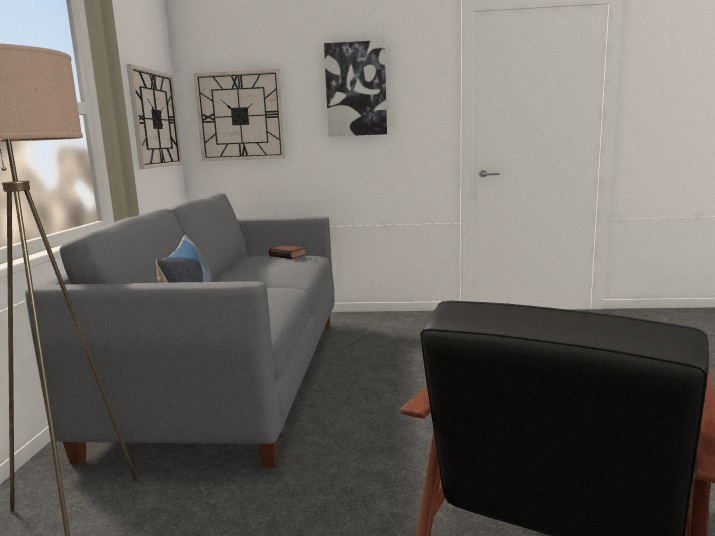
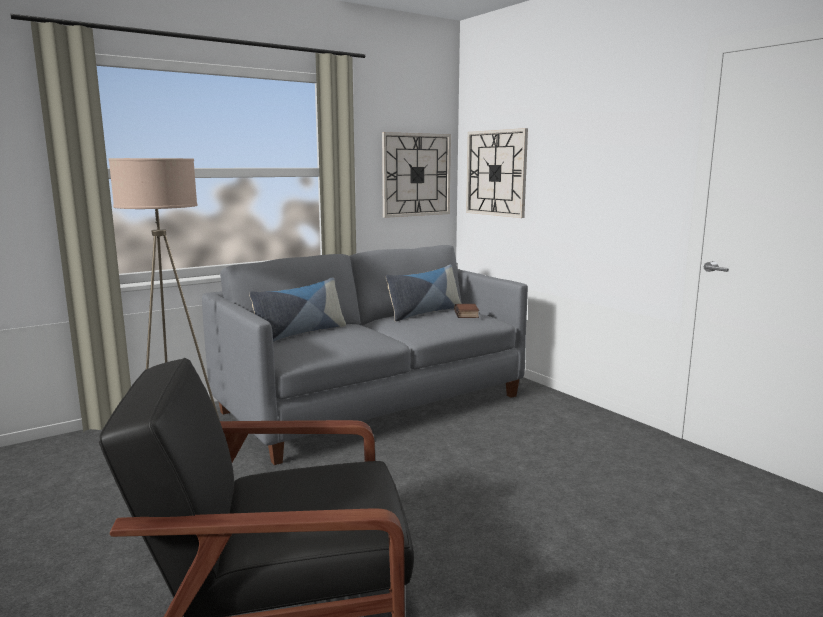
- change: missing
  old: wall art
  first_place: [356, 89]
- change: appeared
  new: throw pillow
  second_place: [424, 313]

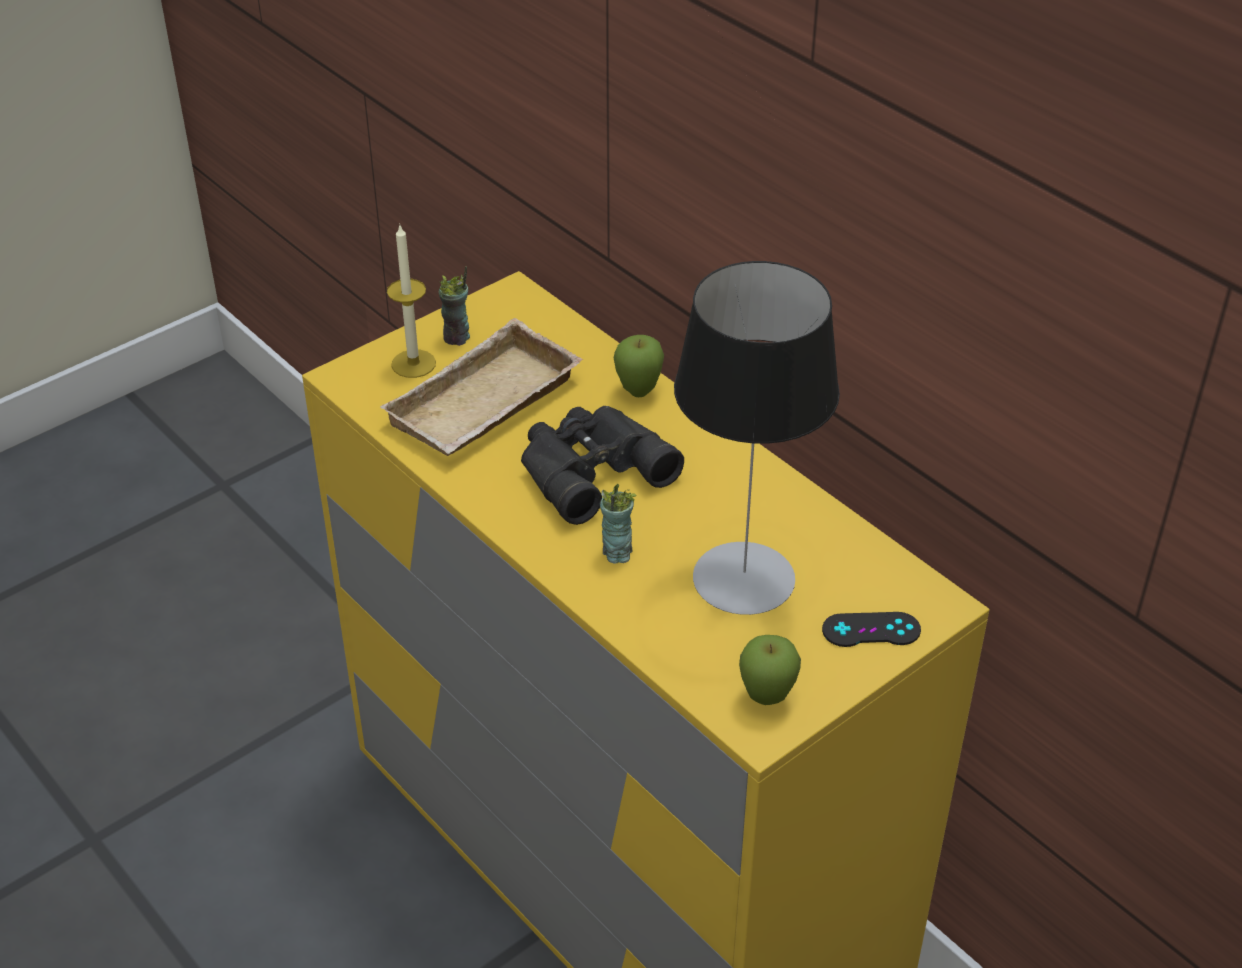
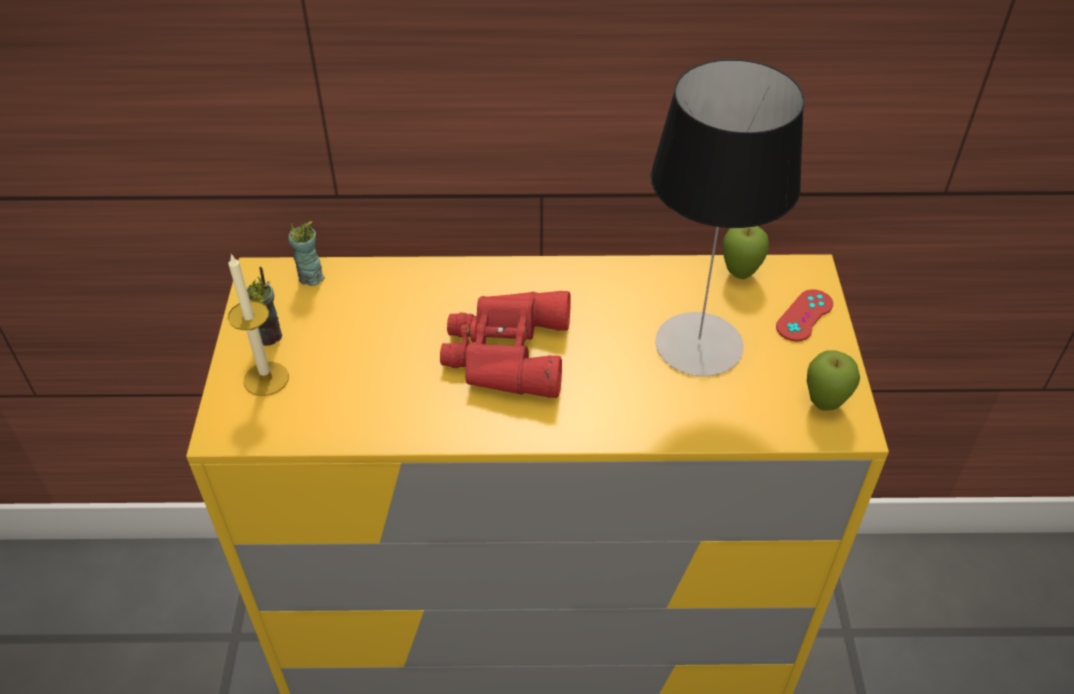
- change: missing
  old: tray/beige
  first_place: [486, 406]
- change: relocated
  old: whole apple
  first_place: [638, 392]
  second_place: [740, 274]
- change: colour
  old: pair of binoculars/blackish
  new: pair of binoculars/red-coloured
  first_place: [589, 469]
  second_place: [504, 353]
- change: relocated
  old: cup
  first_place: [616, 552]
  second_place: [310, 278]
- change: colour
  old: game controller/blackish
  new: game controller/red-coloured
  first_place: [871, 630]
  second_place: [804, 315]

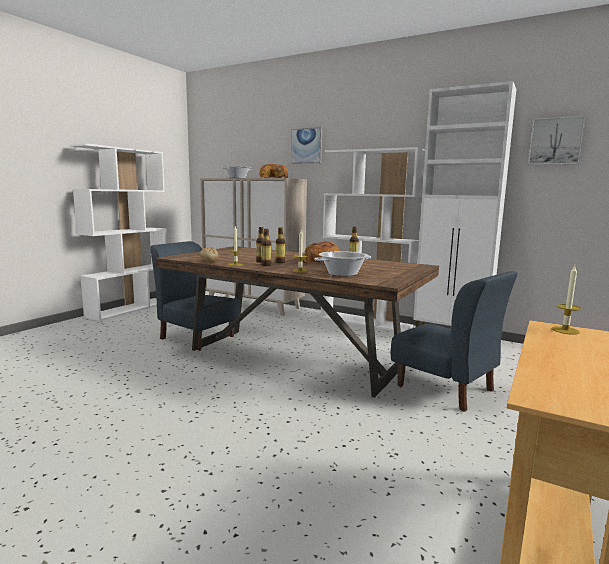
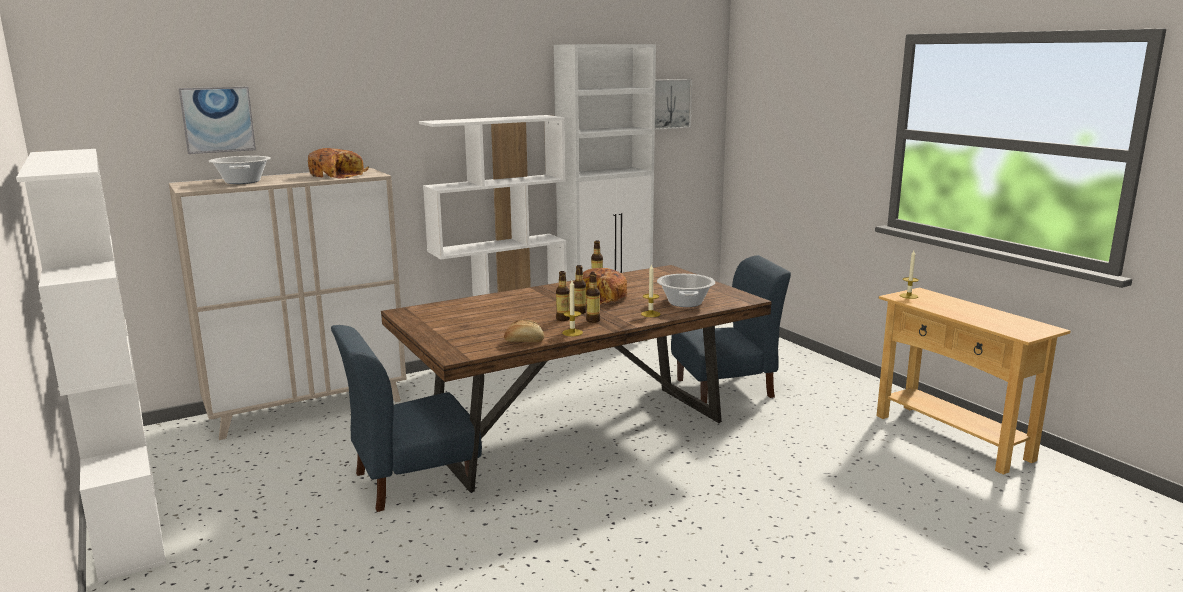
- change: relocated
  old: wall art
  first_place: [307, 146]
  second_place: [217, 119]

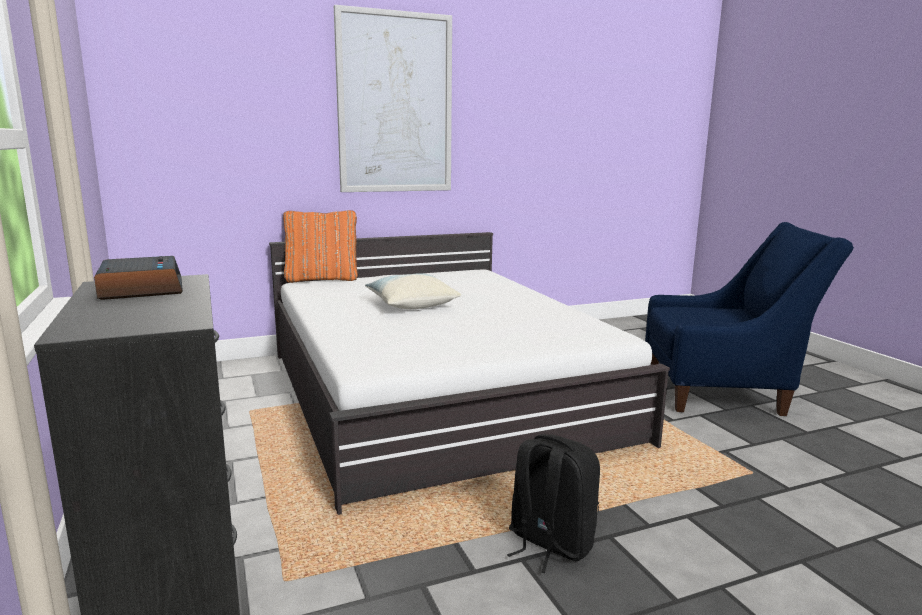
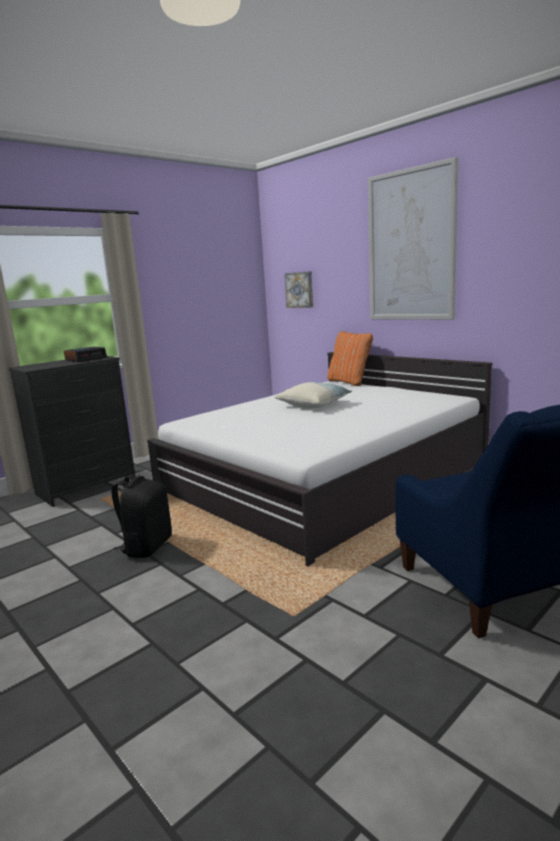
- change: appeared
  new: wall art
  second_place: [300, 290]

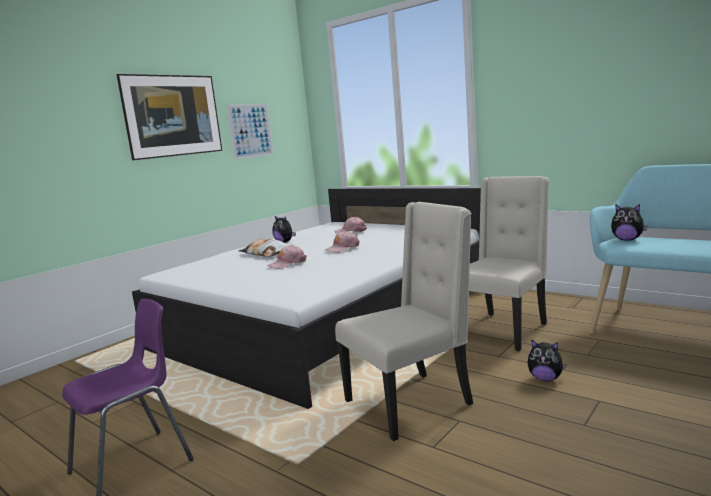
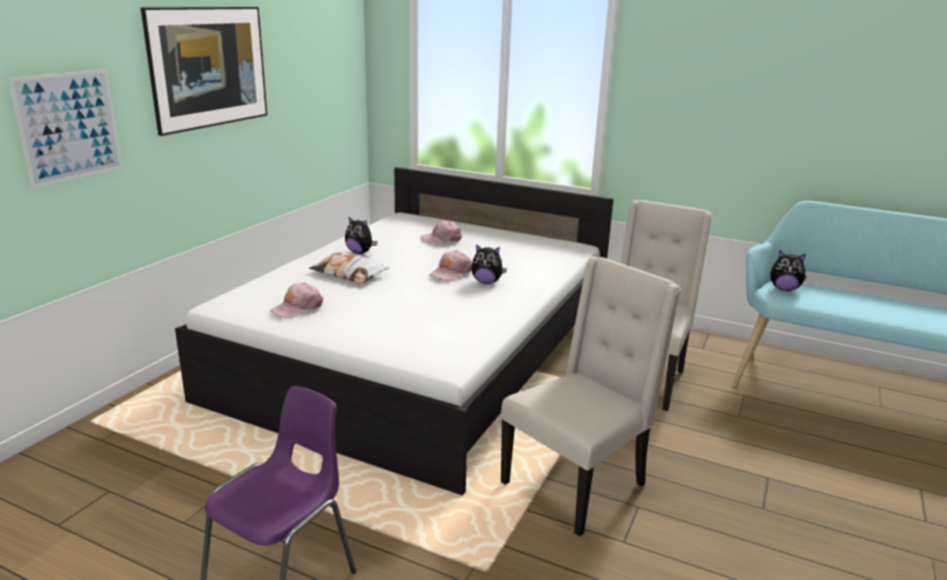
- change: relocated
  old: wall art
  first_place: [251, 130]
  second_place: [69, 126]
- change: relocated
  old: baseball cap/pink-coloured
  first_place: [287, 264]
  second_place: [297, 308]
- change: relocated
  old: soft toy
  first_place: [545, 378]
  second_place: [487, 282]

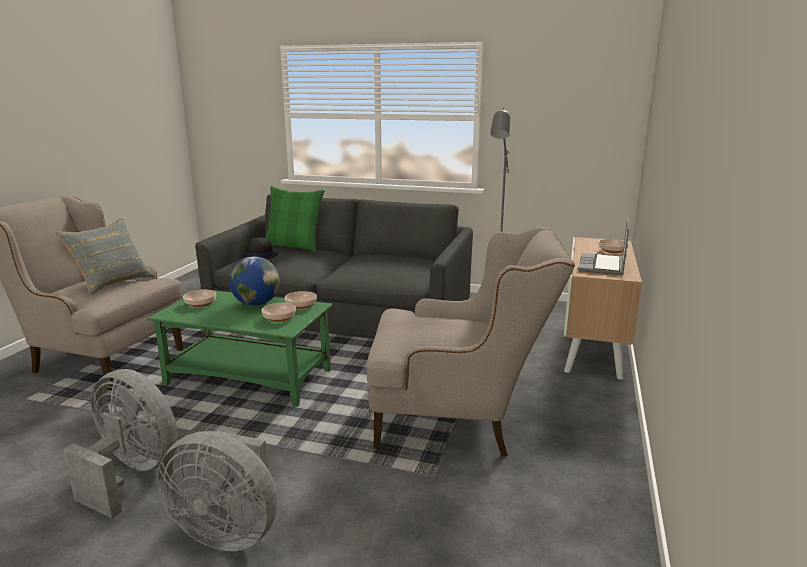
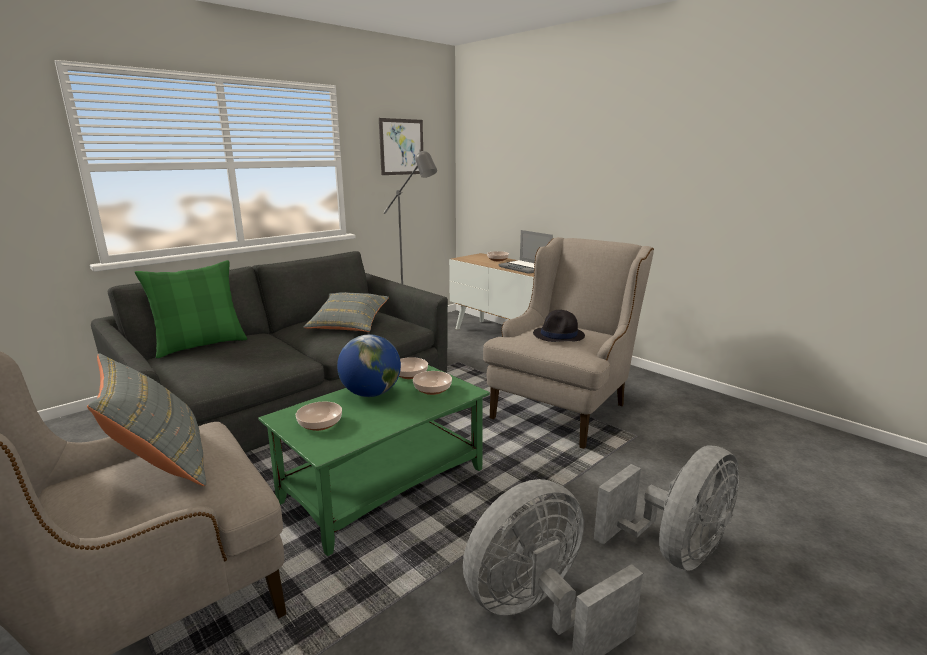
- change: relocated
  old: hat/blackish
  first_place: [258, 256]
  second_place: [559, 335]
- change: appeared
  new: wall art
  second_place: [401, 147]
- change: appeared
  new: throw pillow/greyish
  second_place: [349, 325]

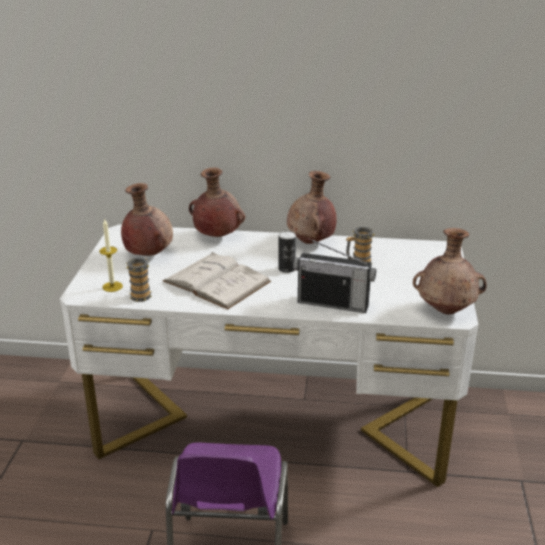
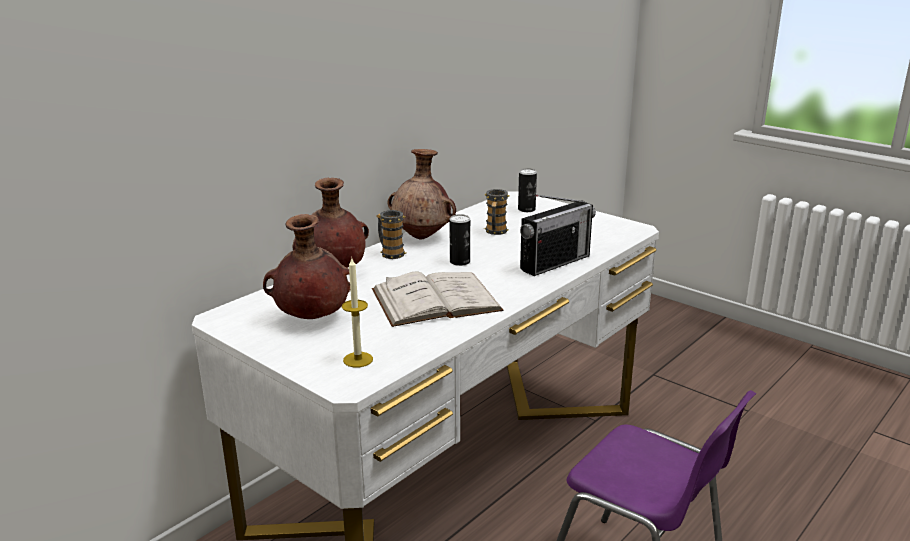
- change: missing
  old: vase/brownish
  first_place: [446, 310]
- change: relocated
  old: mug
  first_place: [142, 294]
  second_place: [390, 253]
- change: appeared
  new: metal can
  second_place: [526, 209]

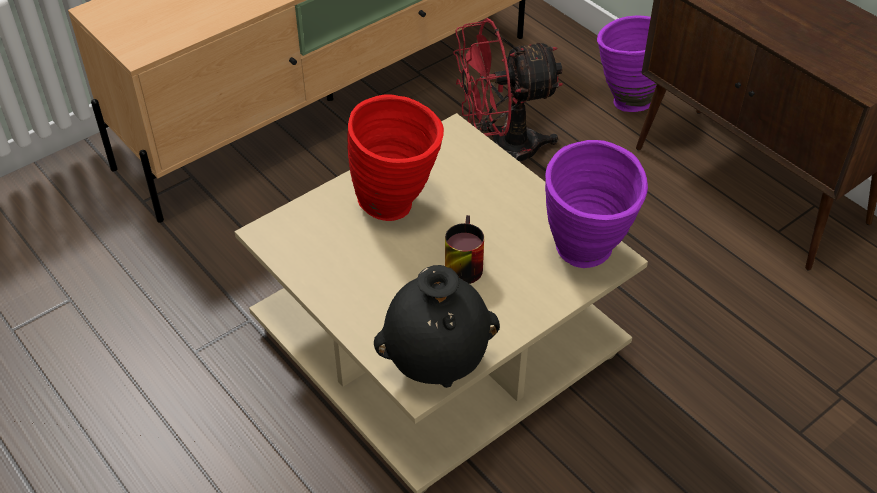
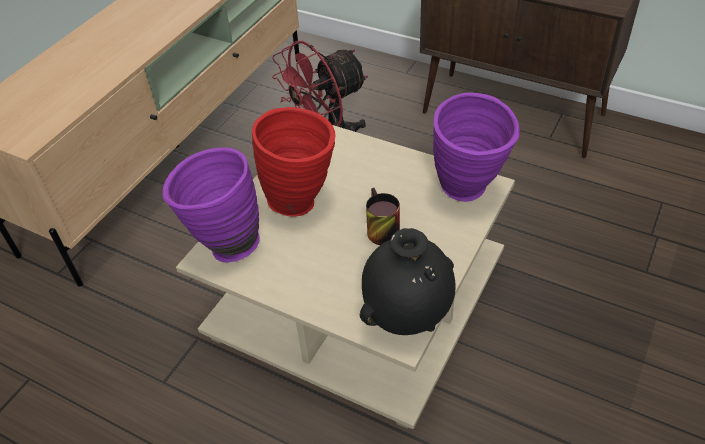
- change: relocated
  old: vase/purple-coloured
  first_place: [623, 99]
  second_place: [223, 245]

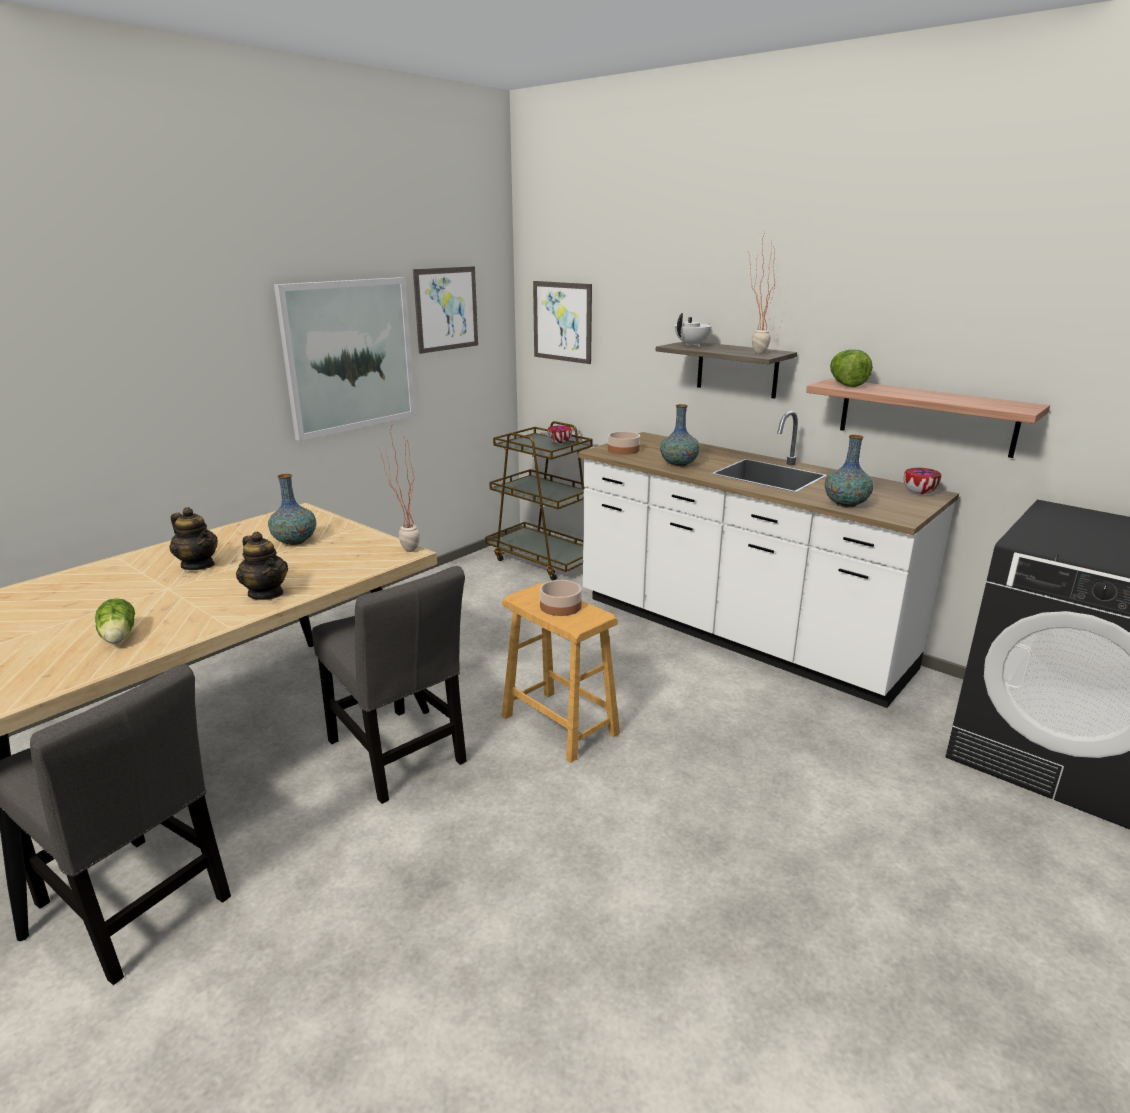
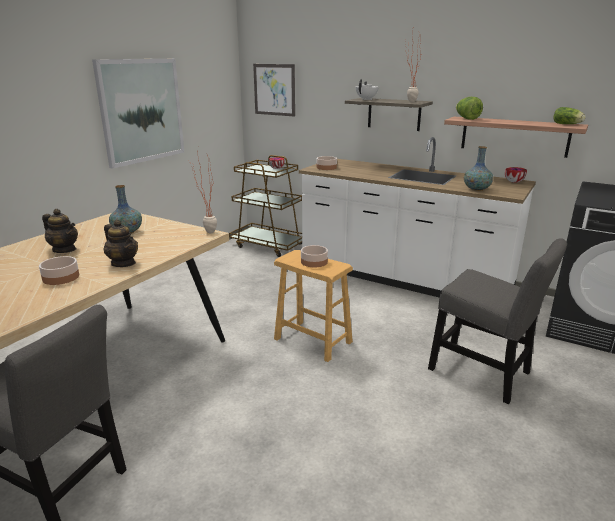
- change: missing
  old: wall art
  first_place: [446, 309]
- change: missing
  old: vase
  first_place: [679, 464]
- change: relocated
  old: chair/greyish
  first_place: [398, 756]
  second_place: [484, 373]
- change: relocated
  old: head of lettuce
  first_place: [118, 637]
  second_place: [568, 124]
- change: appeared
  new: deep dish
  second_place: [61, 277]

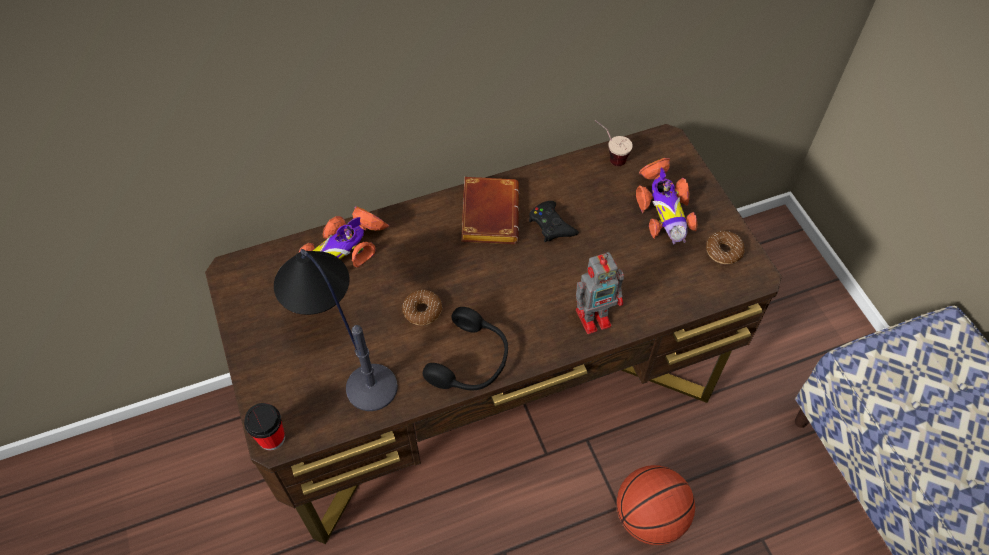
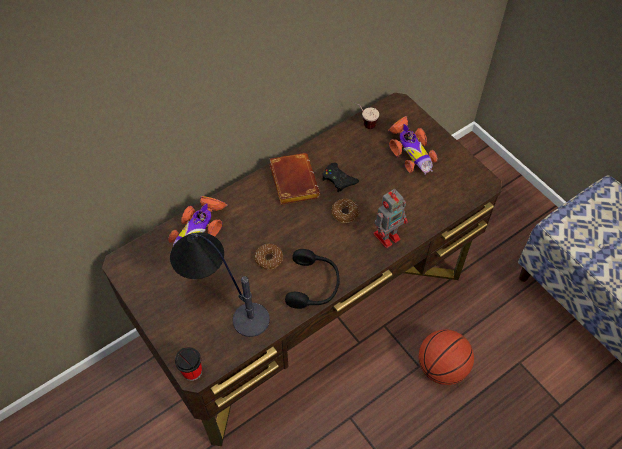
- change: relocated
  old: donut
  first_place: [723, 251]
  second_place: [344, 213]

